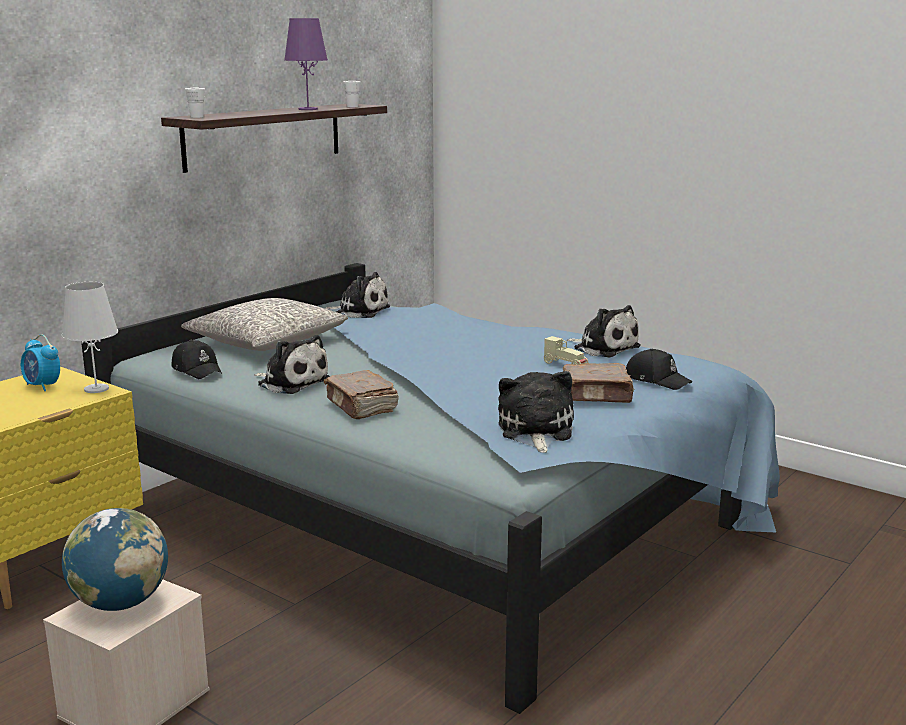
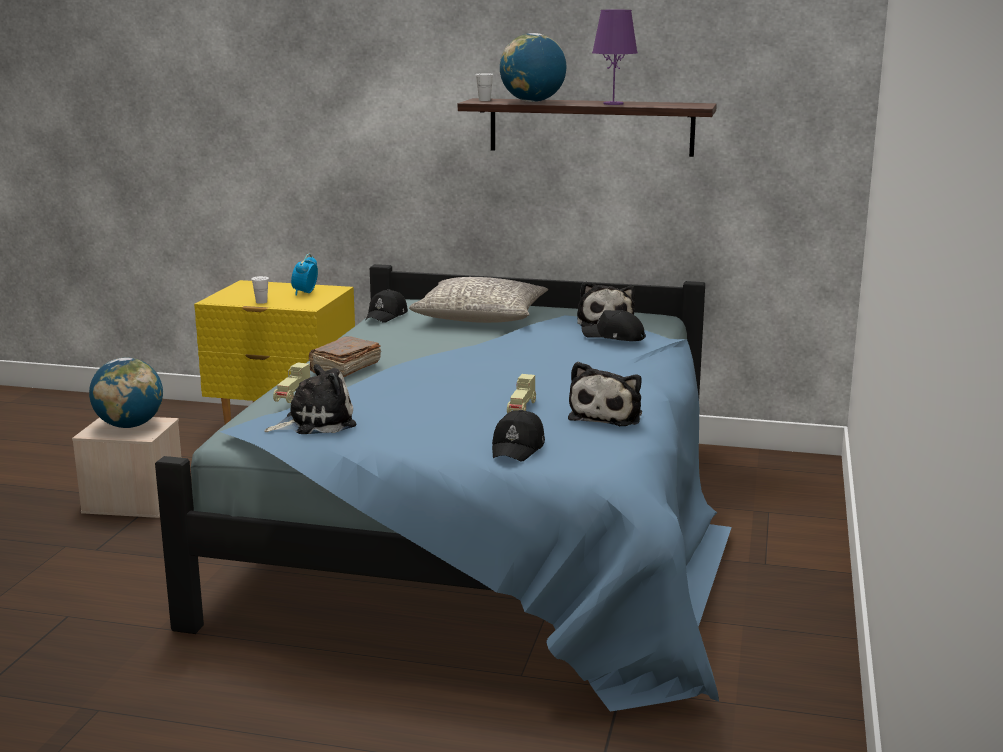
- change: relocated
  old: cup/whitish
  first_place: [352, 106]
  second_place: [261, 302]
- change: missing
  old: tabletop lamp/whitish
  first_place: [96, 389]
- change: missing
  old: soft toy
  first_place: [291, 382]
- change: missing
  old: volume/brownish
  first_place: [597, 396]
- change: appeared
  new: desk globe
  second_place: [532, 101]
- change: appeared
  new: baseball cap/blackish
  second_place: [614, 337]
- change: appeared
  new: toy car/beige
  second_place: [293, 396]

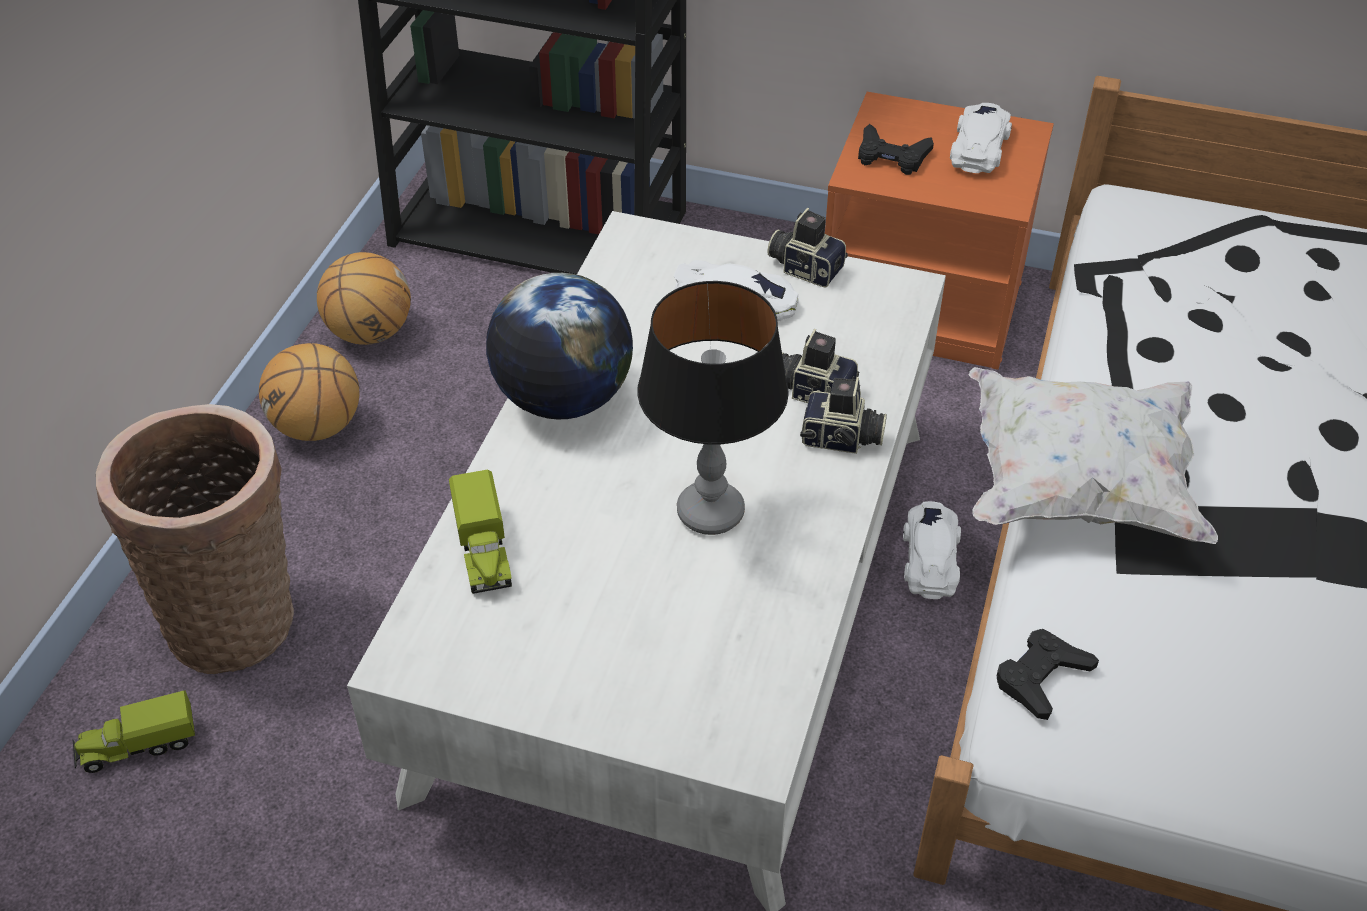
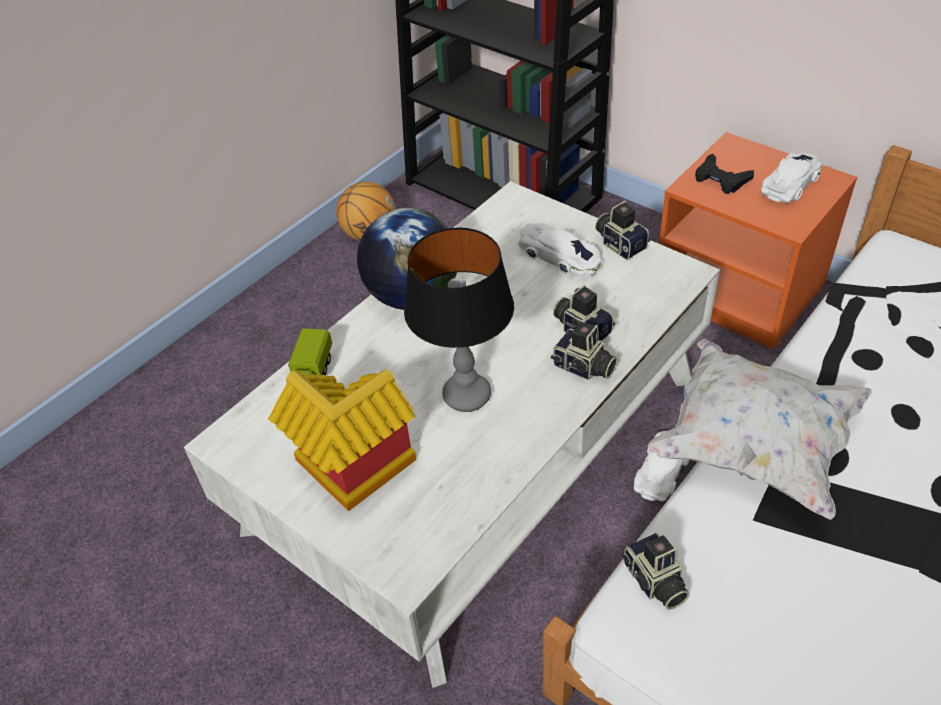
- change: missing
  old: basketball
  first_place: [318, 427]
- change: missing
  old: household basket
  first_place: [235, 616]
- change: exchanged
  old: game controller/blackish
  new: photo camera
  first_place: [1041, 678]
  second_place: [654, 582]
- change: missing
  old: toy lorry
  first_place: [138, 746]
- change: appeared
  new: model house
  second_place: [350, 472]

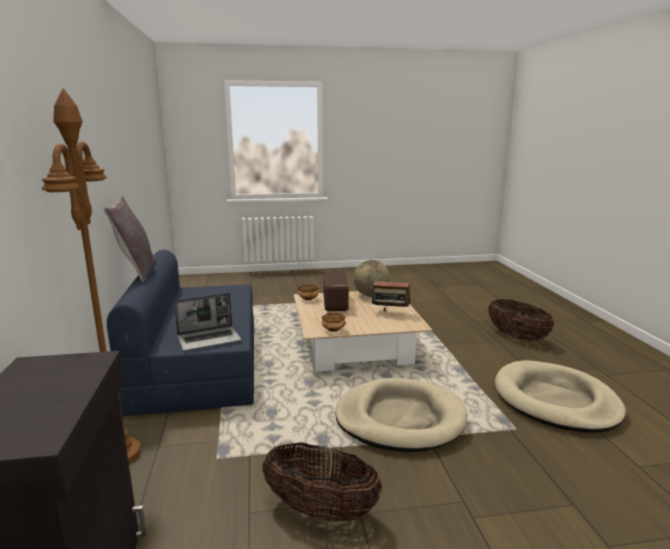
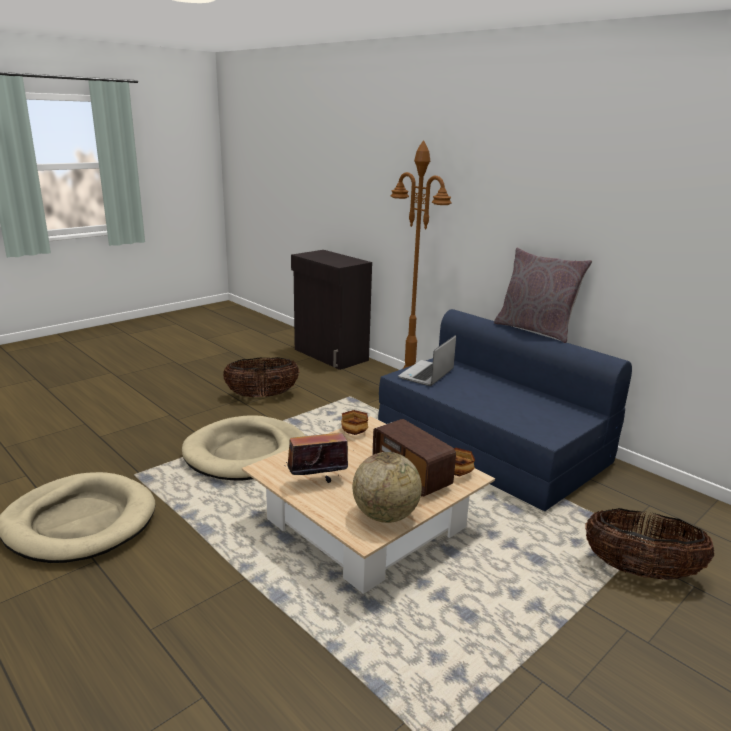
- change: relocated
  old: household basket
  first_place: [517, 337]
  second_place: [640, 571]

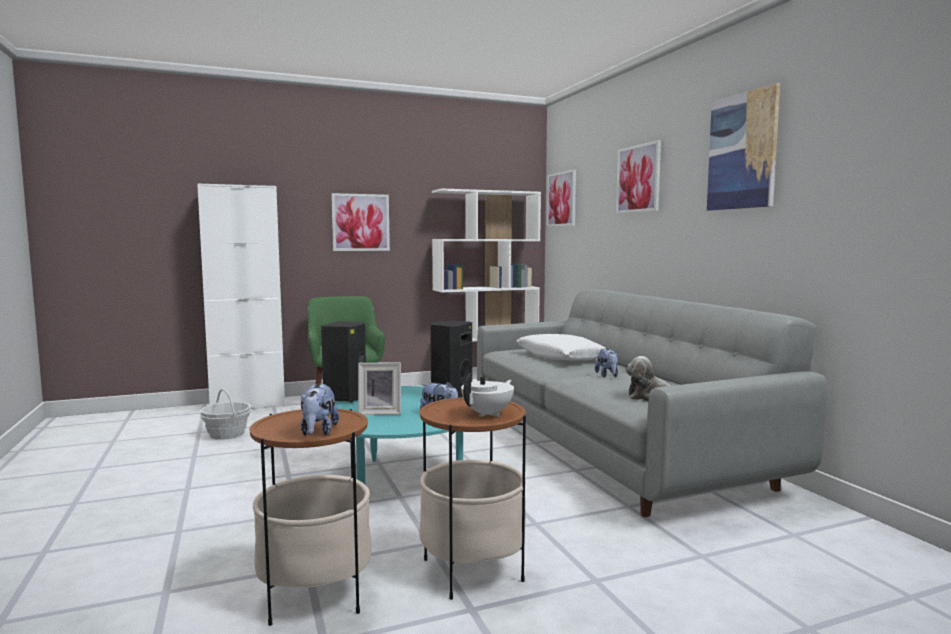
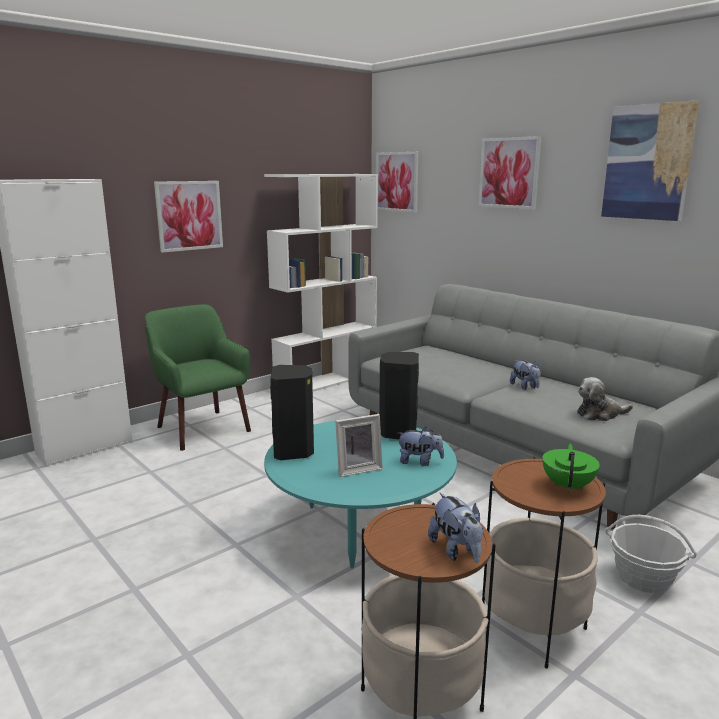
- change: missing
  old: throw pillow/whitish
  first_place: [560, 357]
- change: colour
  old: pot for tea/whitish
  new: pot for tea/greenish
  first_place: [488, 414]
  second_place: [568, 486]
- change: relocated
  old: household basket
  first_place: [227, 434]
  second_place: [643, 578]

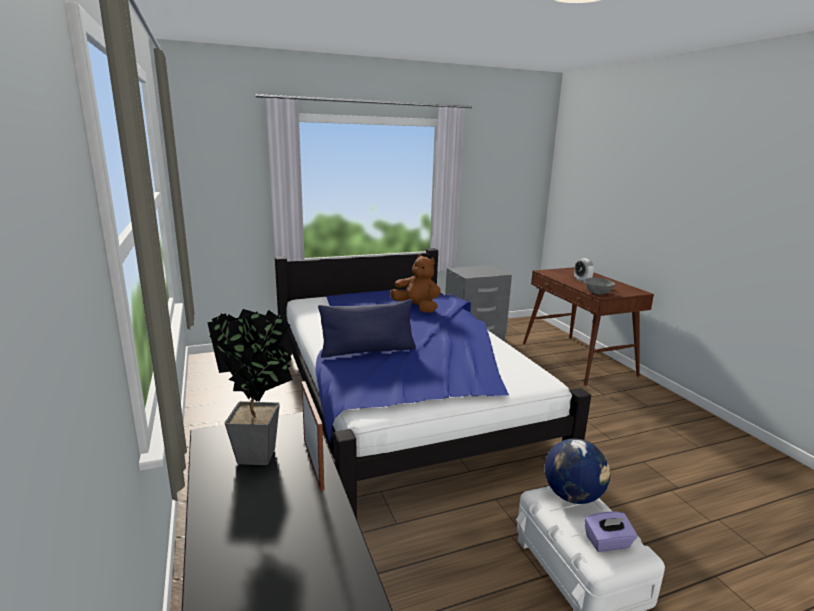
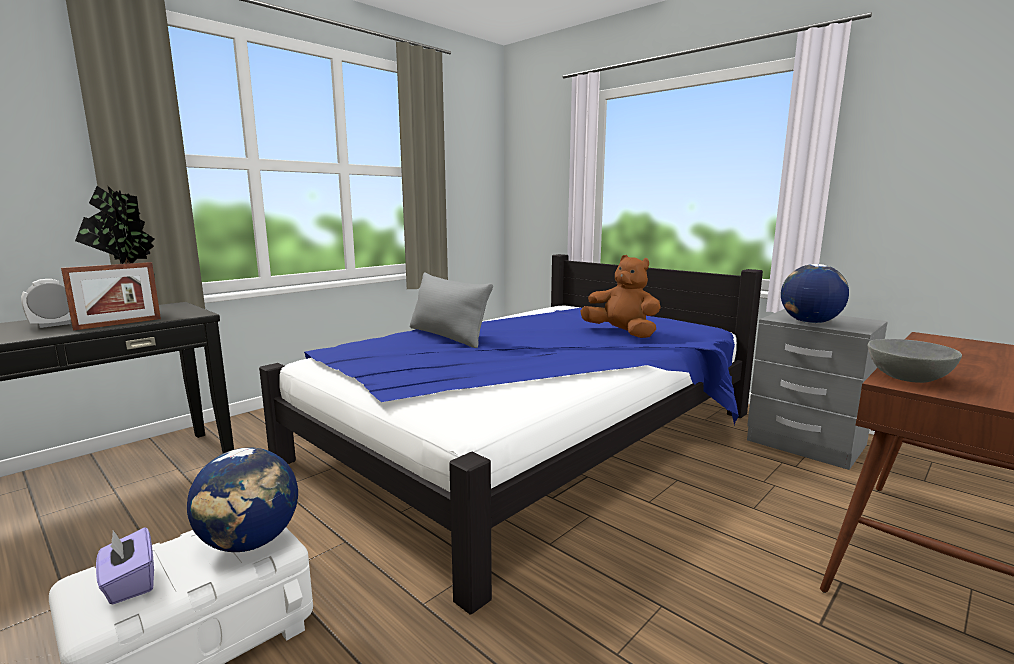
- change: spun
  old: soft toy/brownish
  first_place: [417, 308]
  second_place: [622, 333]
  degrees: -60
- change: relocated
  old: table clock
  first_place: [582, 280]
  second_place: [54, 325]
- change: colour
  old: throw pillow/bluish
  new: throw pillow/greyish
  first_place: [368, 351]
  second_place: [447, 336]
- change: appeared
  new: desk globe
  second_place: [809, 322]

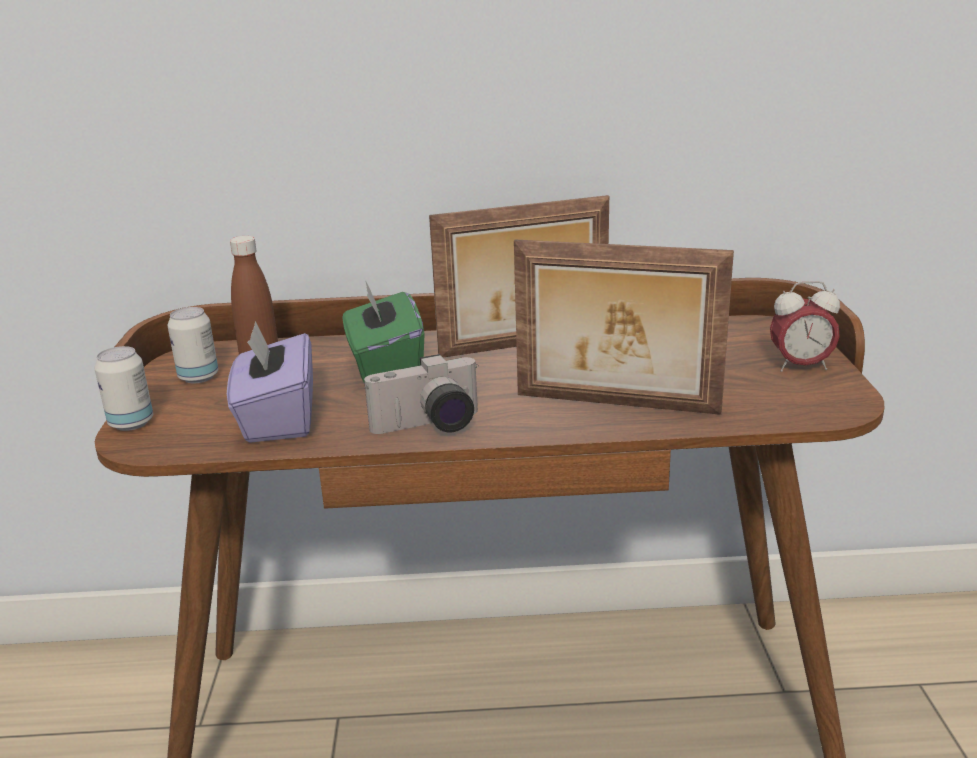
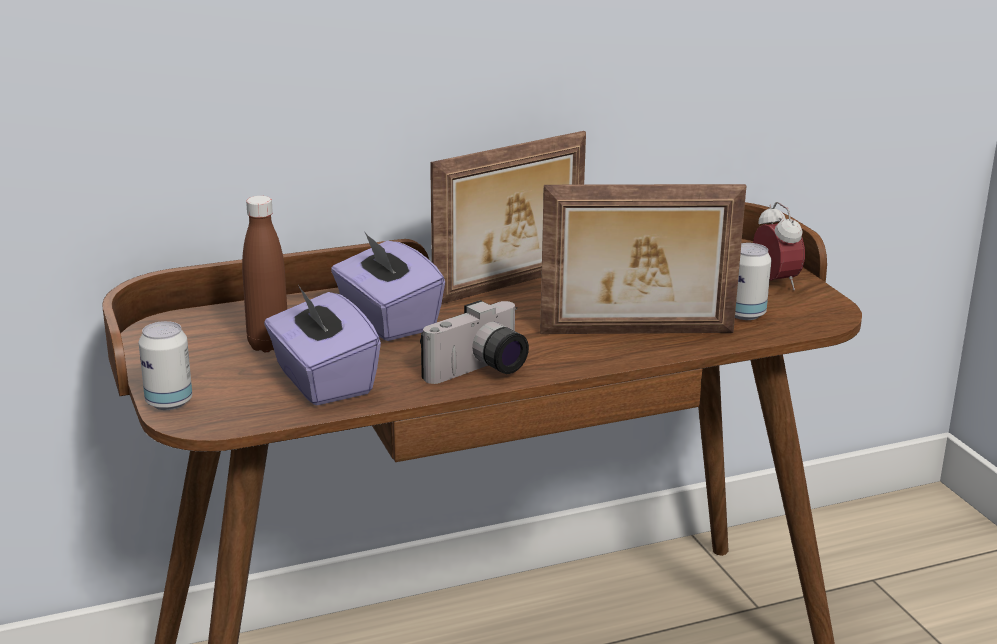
- change: colour
  old: tissue box/greenish
  new: tissue box/purple-coloured
  first_place: [385, 367]
  second_place: [387, 321]
- change: spun
  old: table clock
  first_place: [800, 366]
  second_place: [775, 283]
  degrees: -90
- change: relocated
  old: metal can
  first_place: [198, 377]
  second_place: [745, 314]

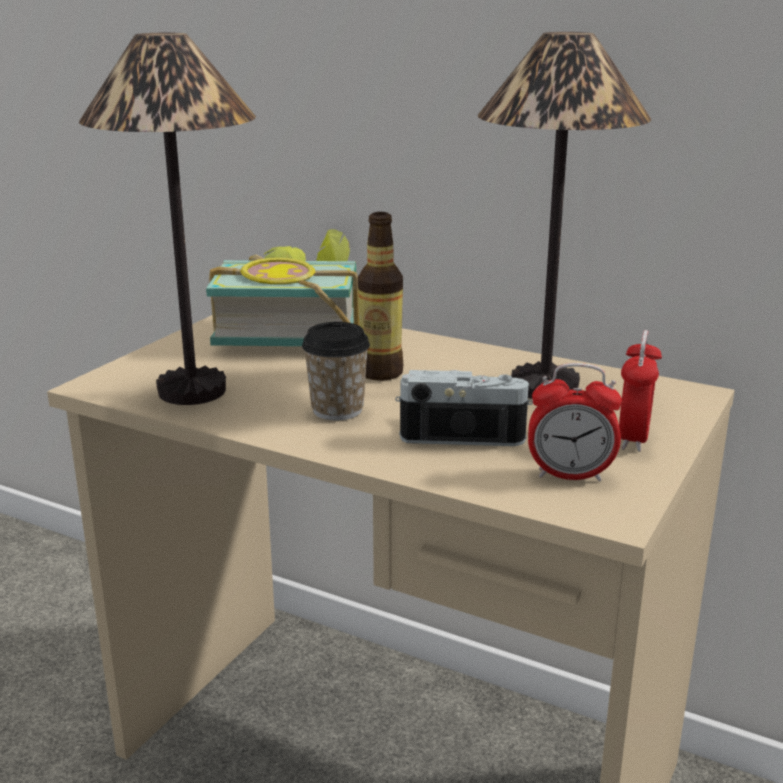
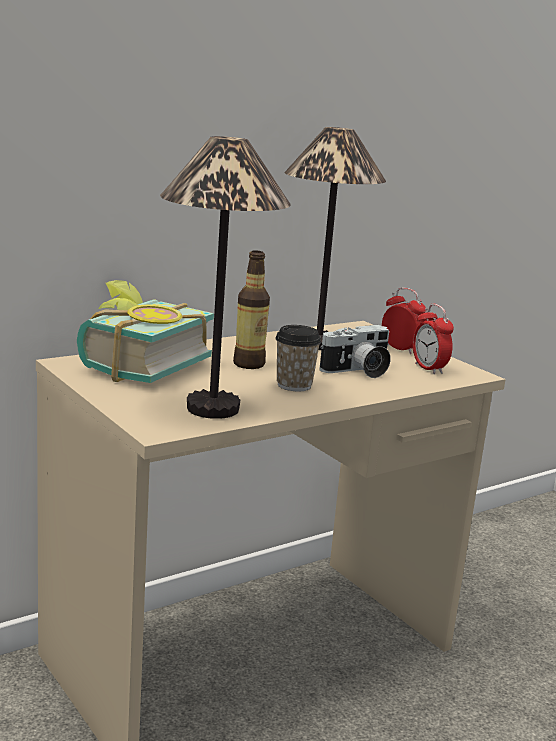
- change: spun
  old: table clock
  first_place: [570, 475]
  second_place: [428, 369]
  degrees: 120
- change: spun
  old: photo camera
  first_place: [462, 432]
  second_place: [358, 371]
  degrees: -150

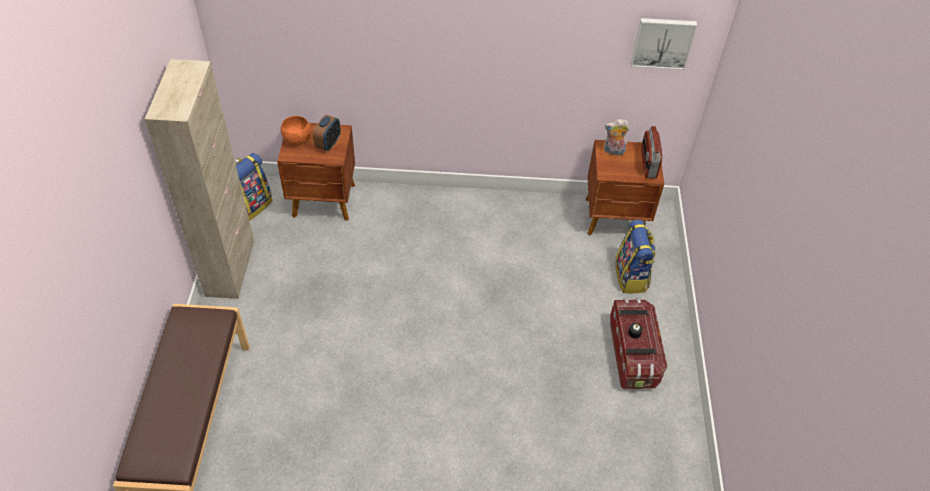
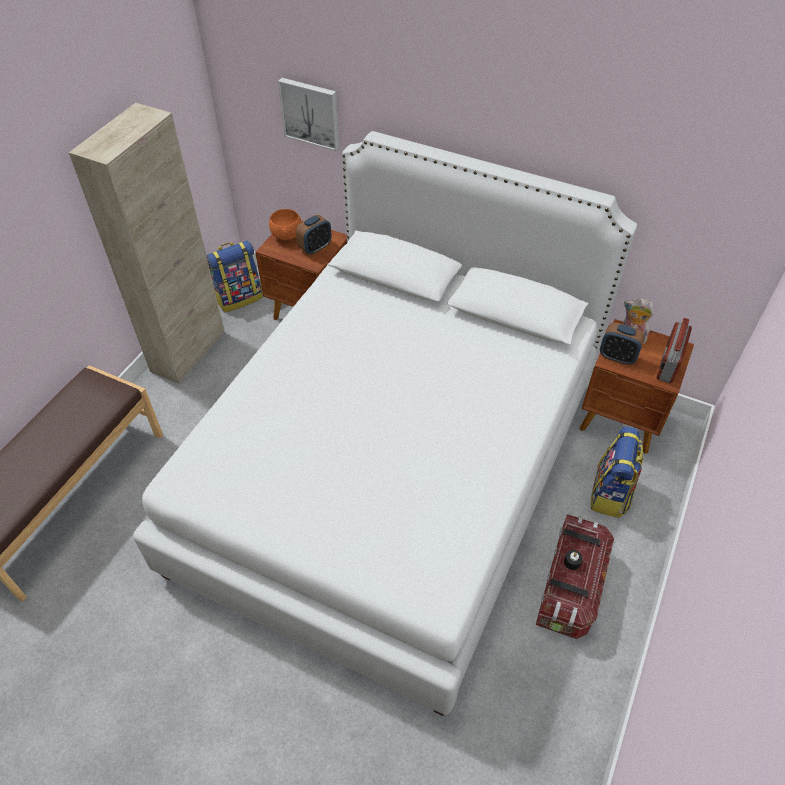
- change: relocated
  old: wall art
  first_place: [662, 42]
  second_place: [311, 113]
- change: appeared
  new: sleeping bed/whitish
  second_place: [392, 472]
- change: appeared
  new: table clock
  second_place: [617, 357]

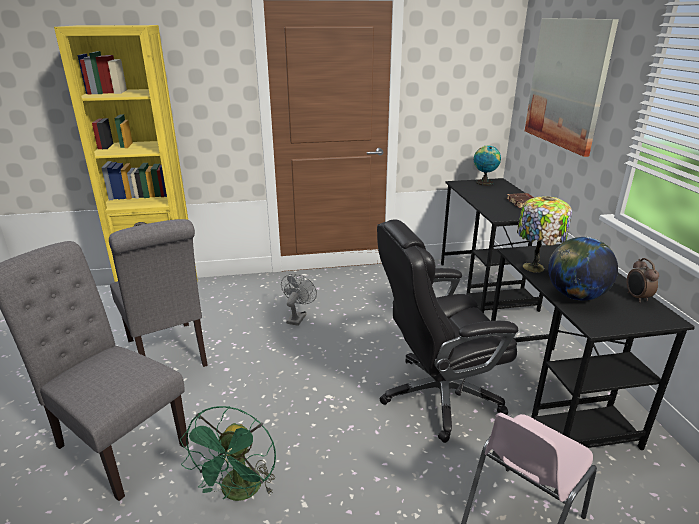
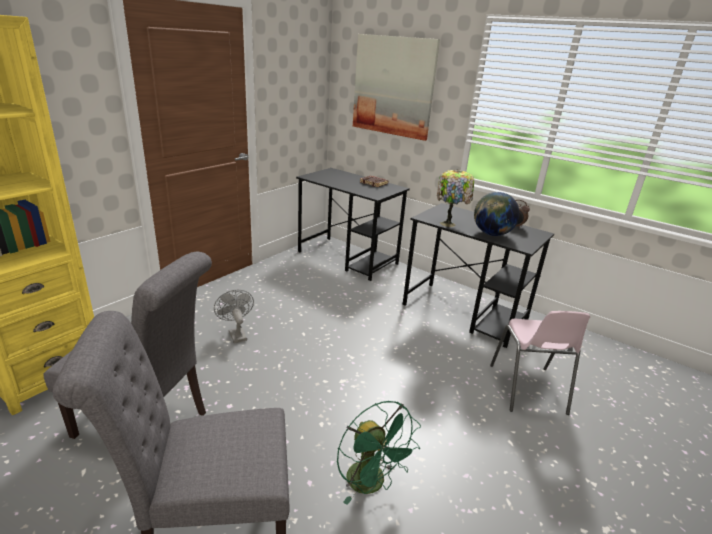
- change: missing
  old: desk globe
  first_place: [483, 182]
- change: missing
  old: computer chair/blackish
  first_place: [438, 396]

